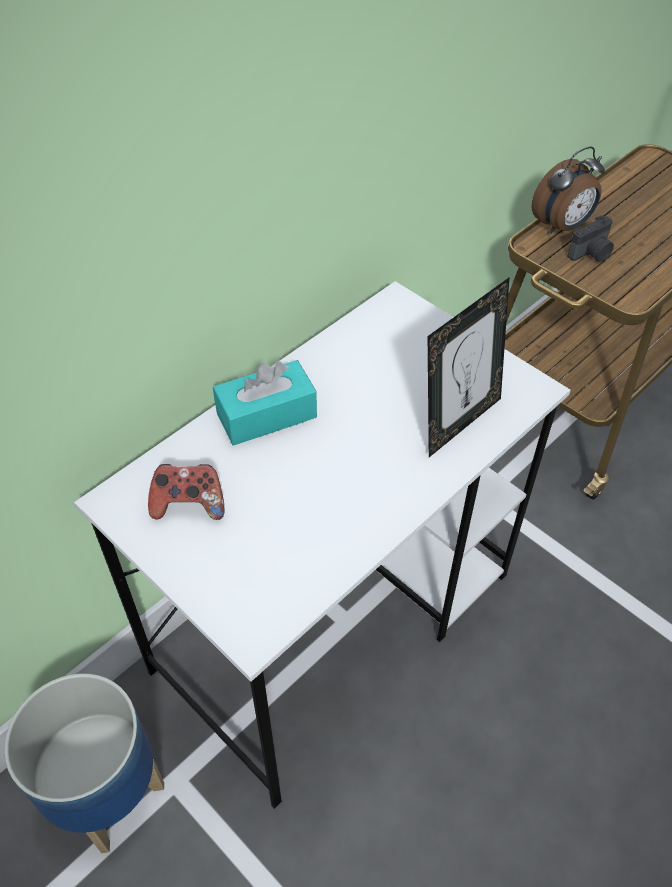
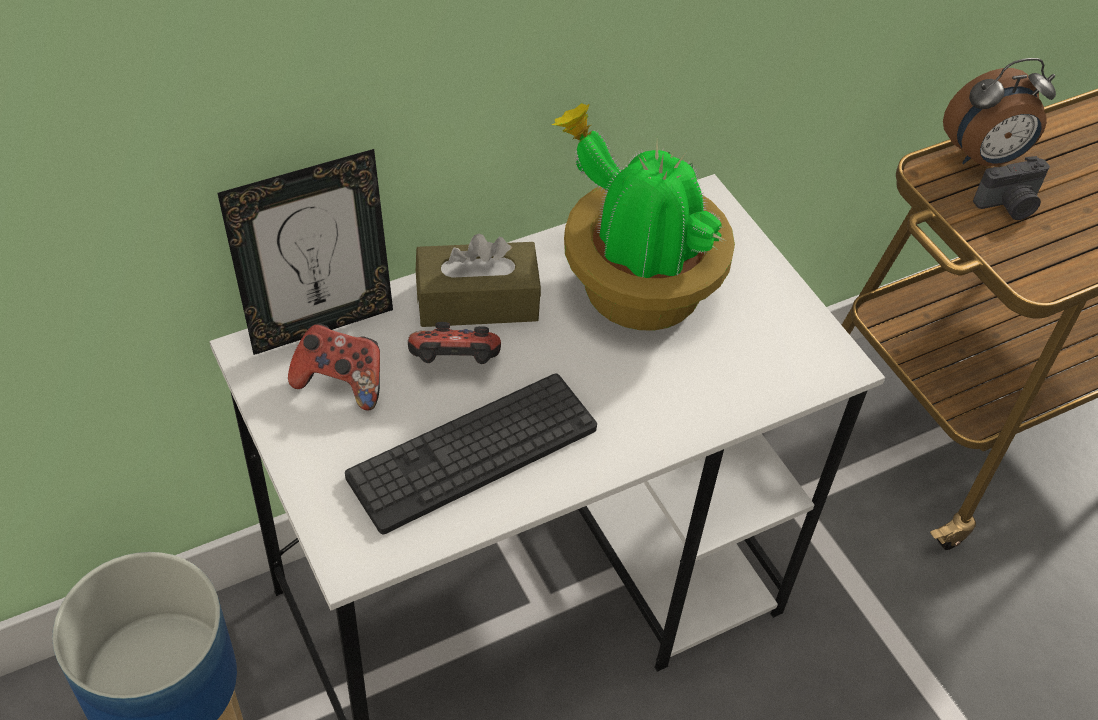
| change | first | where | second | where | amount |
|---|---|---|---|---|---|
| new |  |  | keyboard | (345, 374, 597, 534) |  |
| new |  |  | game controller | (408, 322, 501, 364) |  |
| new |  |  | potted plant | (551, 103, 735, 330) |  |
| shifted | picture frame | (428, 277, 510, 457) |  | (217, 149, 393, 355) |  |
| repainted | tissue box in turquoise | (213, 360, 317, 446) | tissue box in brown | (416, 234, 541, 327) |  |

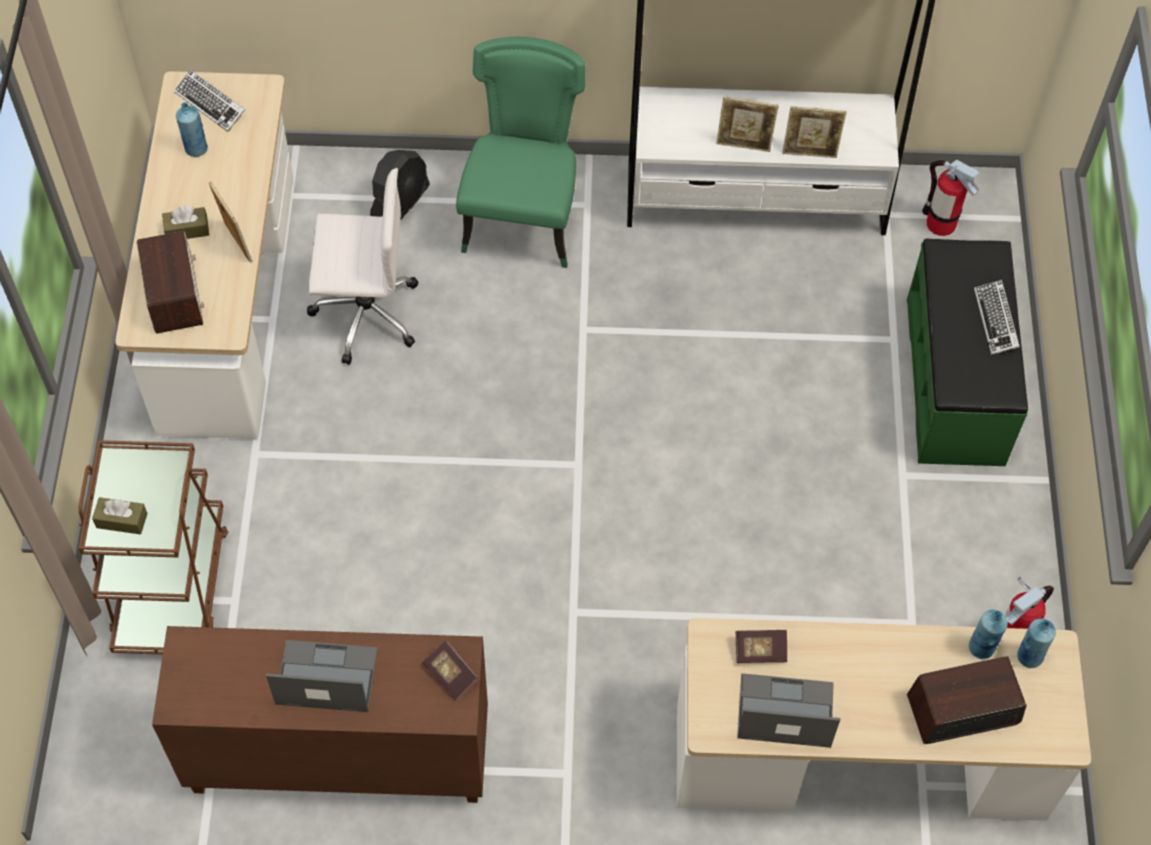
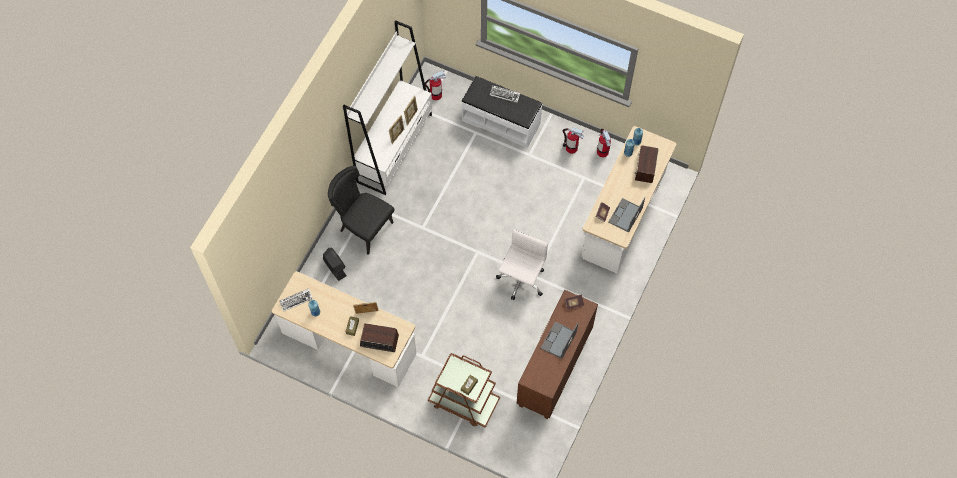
| change | first | where | second | where | amount |
|---|---|---|---|---|---|
| new |  |  | fire extinguisher | (563, 128, 584, 154) |  |
| shifted | office chair in white | (307, 168, 418, 365) |  | (496, 229, 548, 300) |  |
| repainted | chair in green | (456, 37, 585, 268) | chair in black | (328, 166, 395, 255) |  |
| repainted | bench in green | (907, 239, 1028, 466) | bench in white | (461, 76, 542, 148) |  |

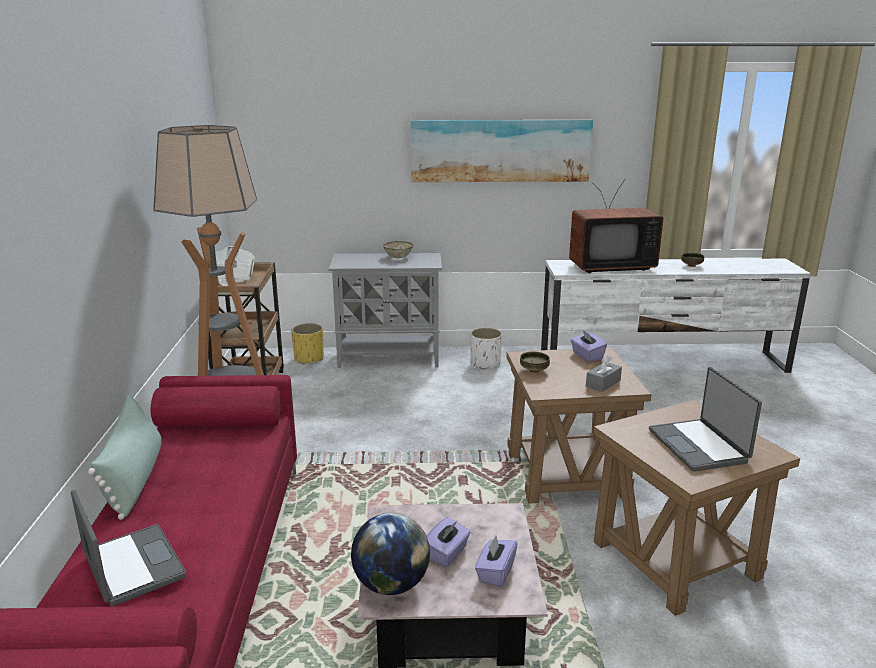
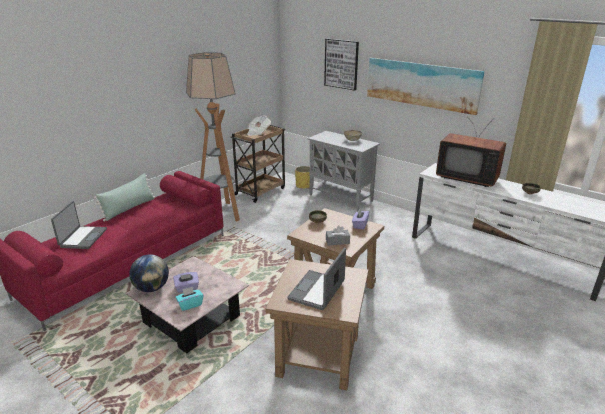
| change | first | where | second | where | amount |
|---|---|---|---|---|---|
| gone | planter in white | (470, 328, 502, 370) |  |  |  |
| new |  |  | picture | (324, 38, 359, 90) |  |
| repainted | tissue box in purple | (475, 535, 518, 587) | tissue box in turquoise | (175, 287, 204, 311) |  |

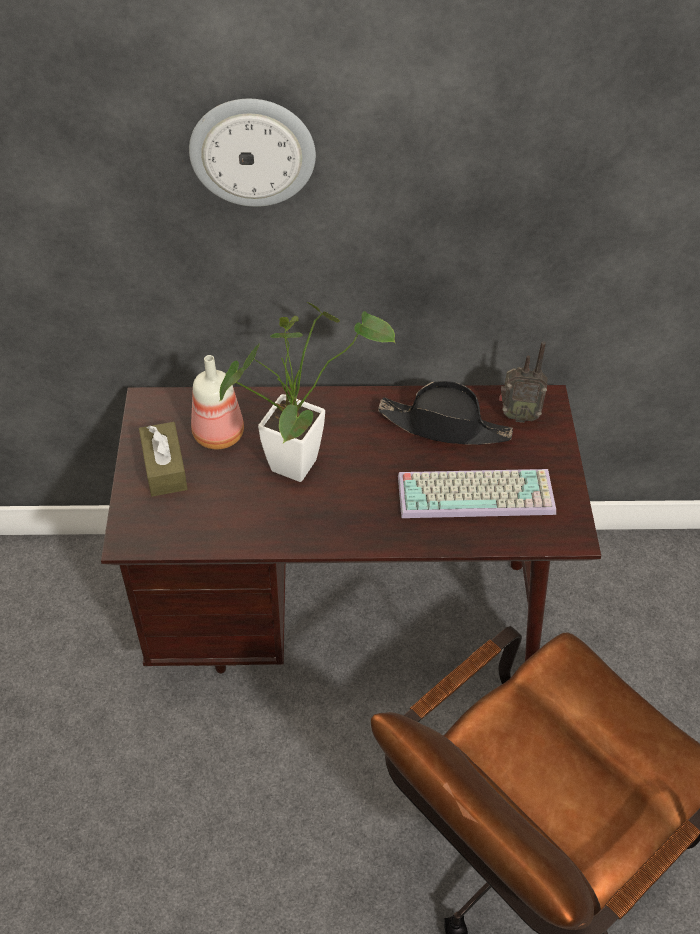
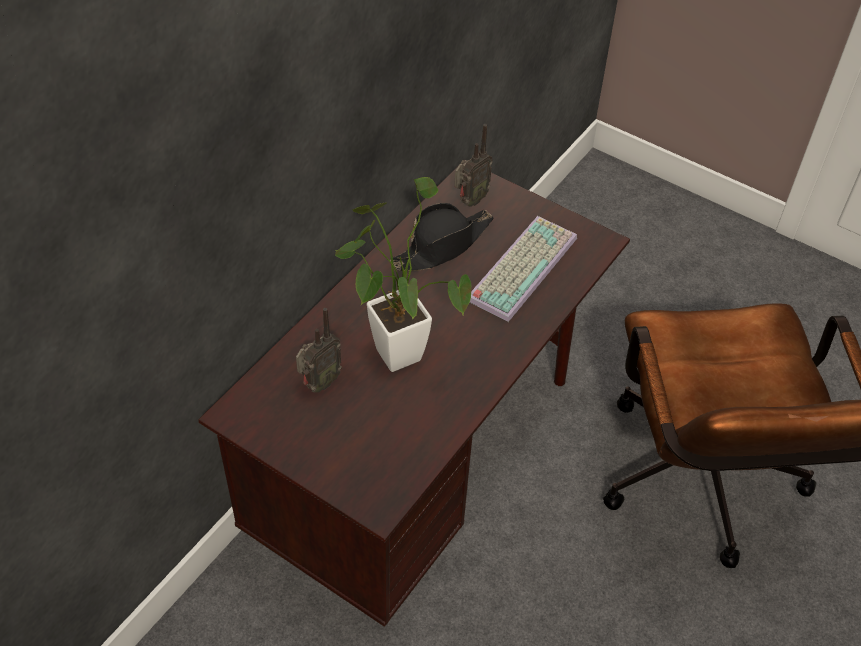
| change | first | where | second | where | amount |
|---|---|---|---|---|---|
| gone | tissue box in brown | (139, 422, 188, 496) |  |  |  |
| gone | wall clock | (189, 99, 316, 207) |  |  |  |
| swapped | bottle | (191, 355, 244, 449) | radio | (296, 308, 342, 393) |  |

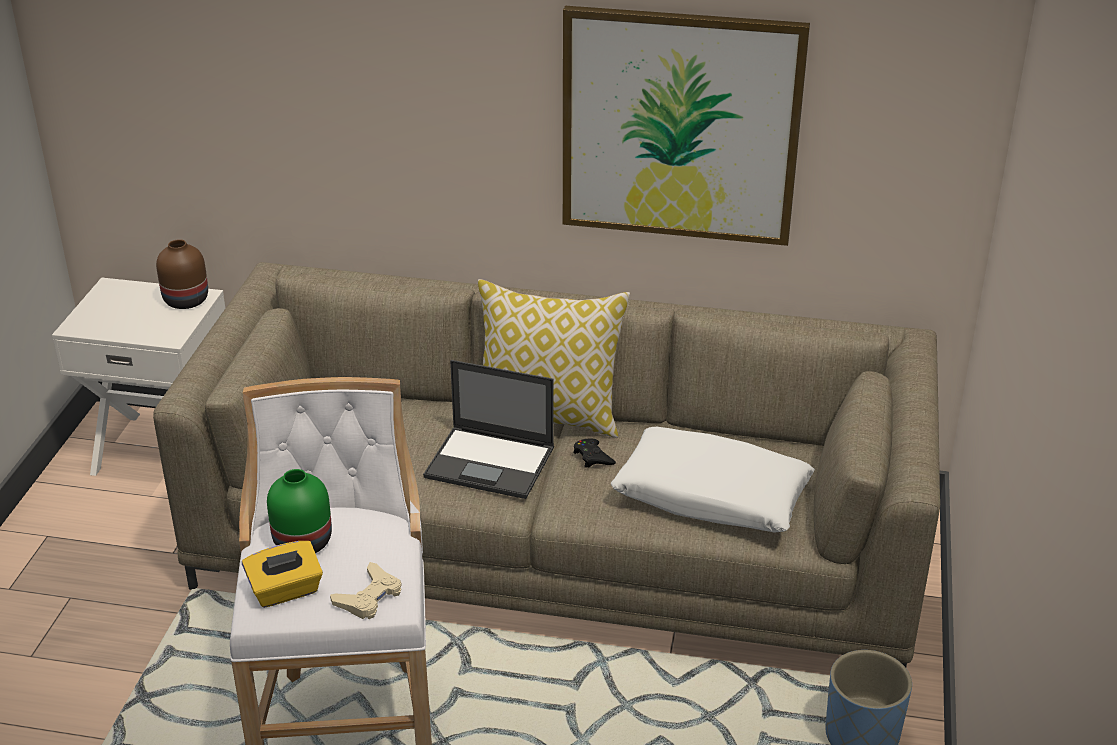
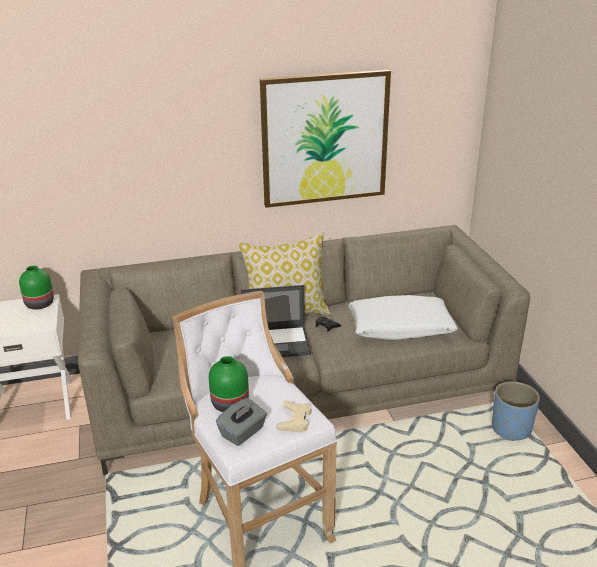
| change | first | where | second | where | amount |
|---|---|---|---|---|---|
| repainted | vase in brown | (156, 239, 208, 309) | vase in green | (19, 266, 54, 310) |  |
| repainted | tissue box in yellow | (242, 541, 323, 608) | tissue box in grey | (216, 398, 267, 446) |  |

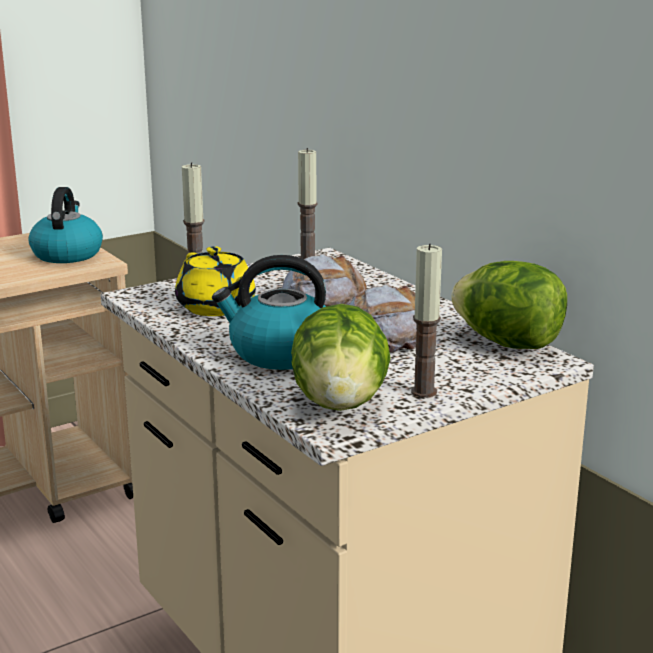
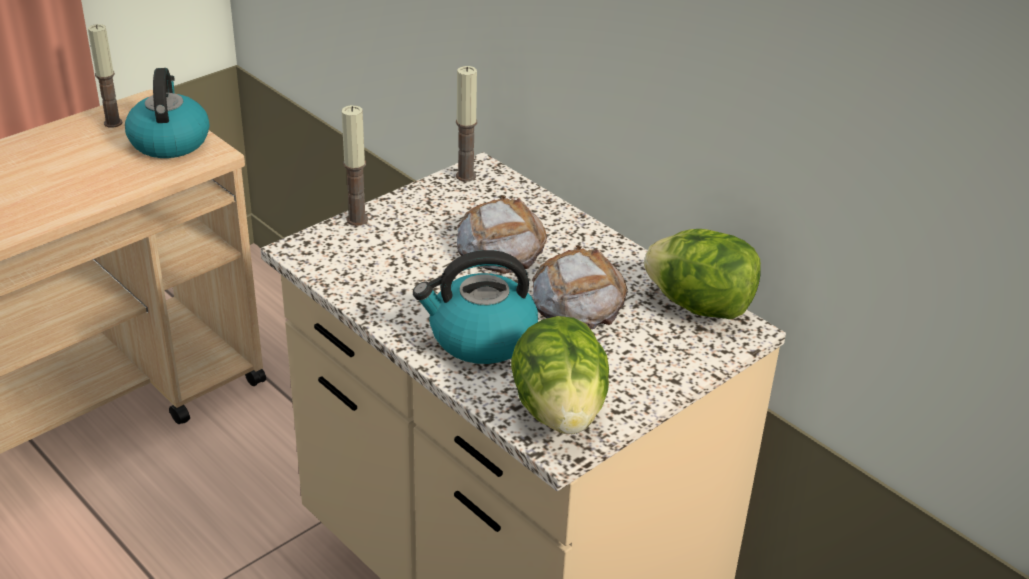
| change | first | where | second | where | amount |
|---|---|---|---|---|---|
| gone | teapot in yellow | (175, 246, 256, 316) |  |  |  |
| shifted | candle | (411, 243, 442, 398) |  | (88, 24, 123, 128) |  |

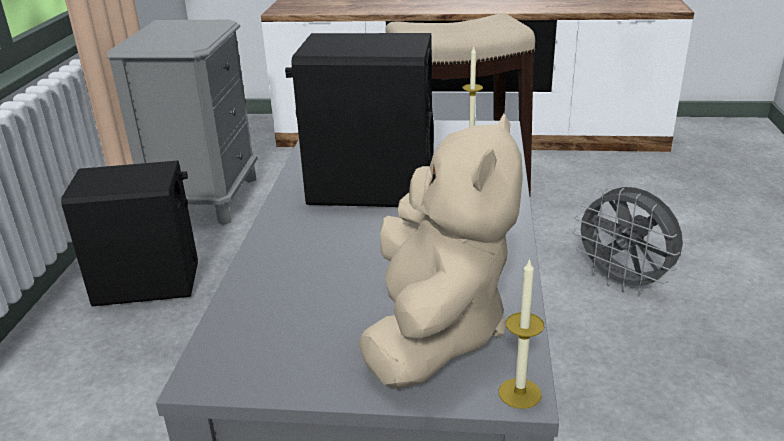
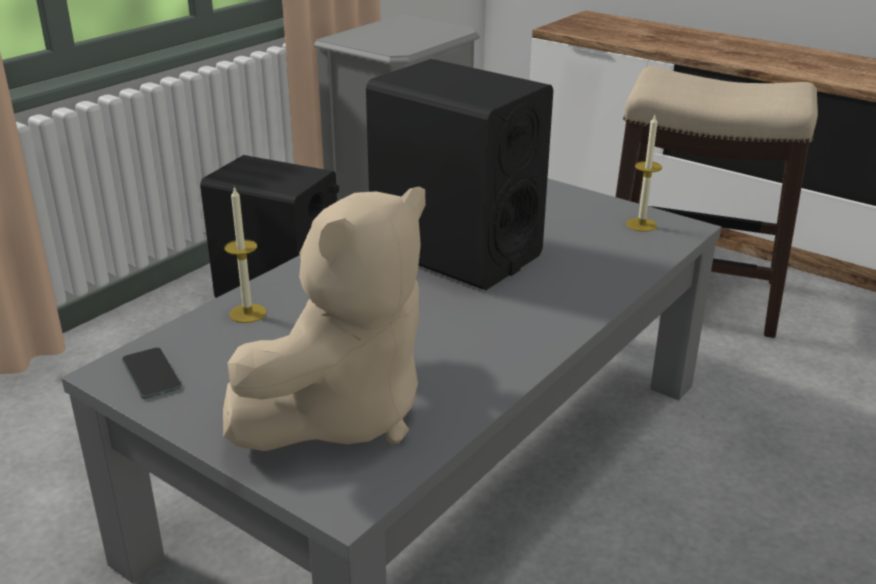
| change | first | where | second | where | amount |
|---|---|---|---|---|---|
| gone | fan in grey | (573, 187, 683, 294) |  |  |  |
| new |  |  | phone | (122, 348, 182, 399) |  |
| shifted | candle | (499, 258, 544, 409) |  | (225, 186, 266, 323) |  |

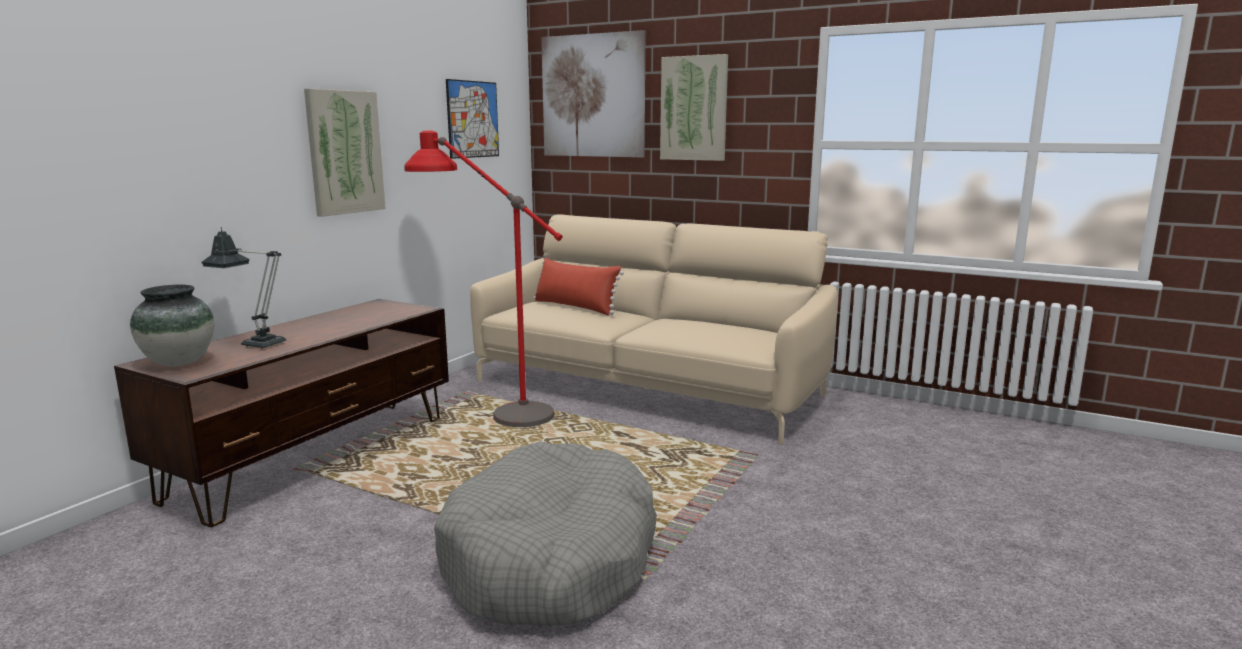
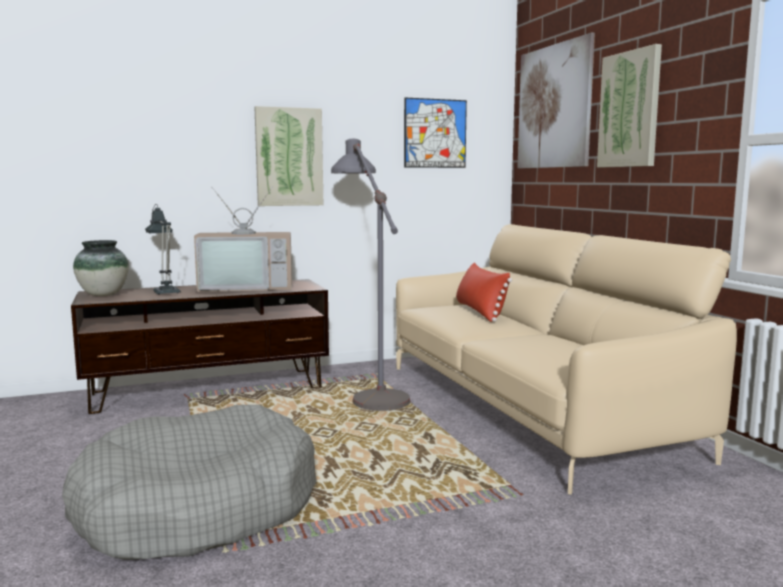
| change | first | where | second | where | amount |
|---|---|---|---|---|---|
| new |  |  | television | (194, 187, 292, 292) |  |
| repainted | floor lamp in red | (404, 131, 563, 427) | floor lamp in grey | (331, 139, 410, 411) |  |

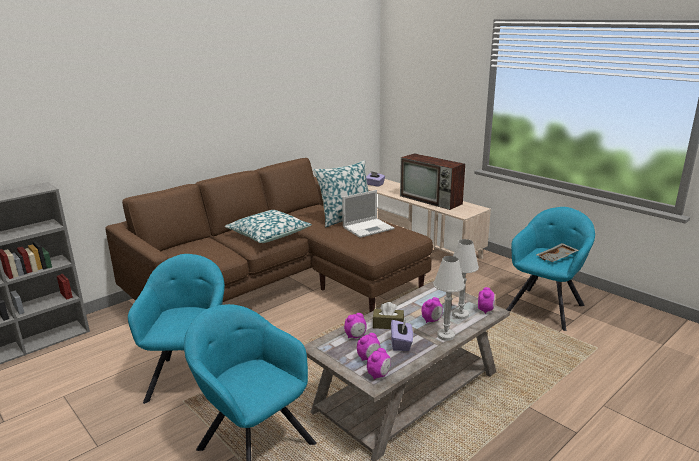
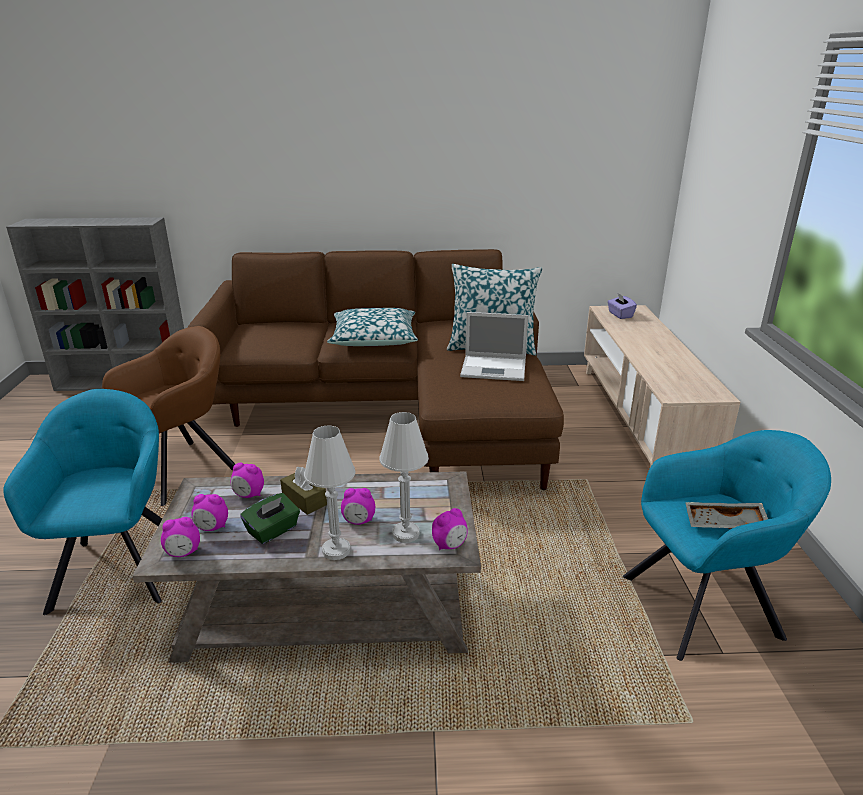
| change | first | where | second | where | amount |
|---|---|---|---|---|---|
| gone | television | (400, 153, 465, 210) |  |  |  |
| repainted | armchair in turquoise | (128, 254, 225, 404) | armchair in brown | (102, 326, 235, 506) |  |
| repainted | tissue box in purple | (391, 319, 413, 351) | tissue box in green | (240, 493, 300, 544) |  |

